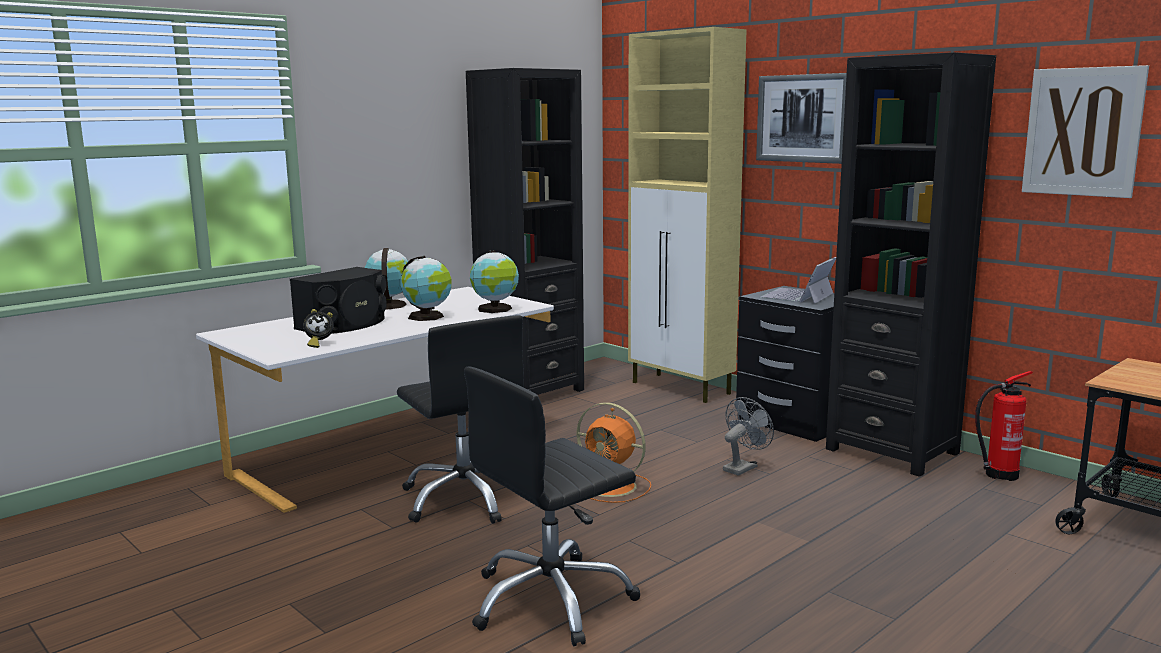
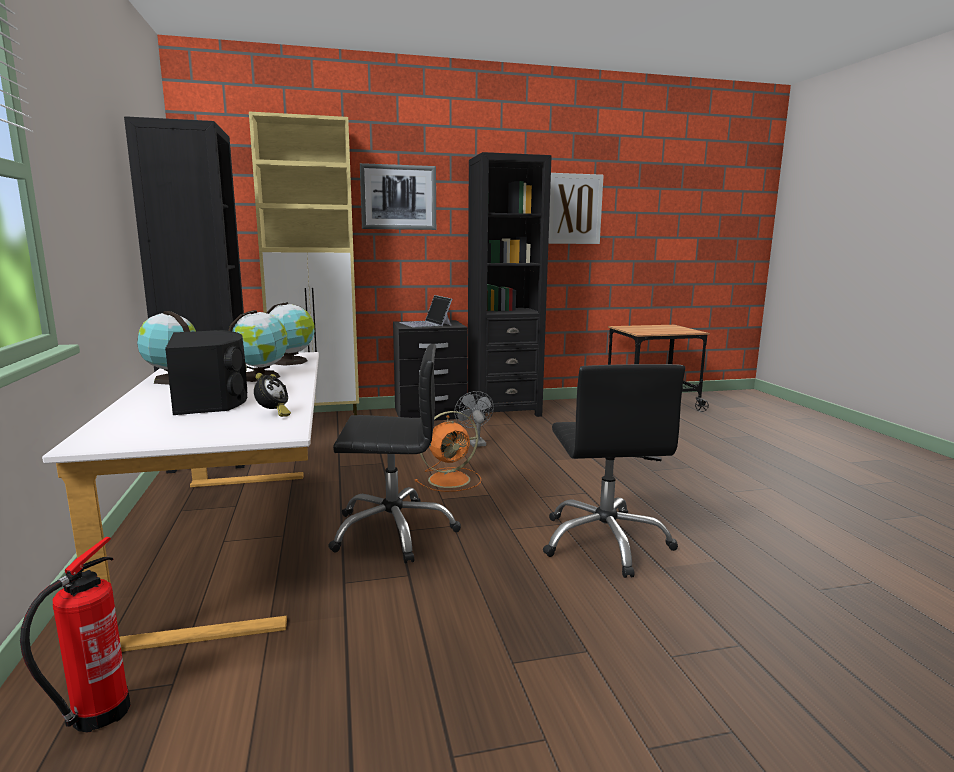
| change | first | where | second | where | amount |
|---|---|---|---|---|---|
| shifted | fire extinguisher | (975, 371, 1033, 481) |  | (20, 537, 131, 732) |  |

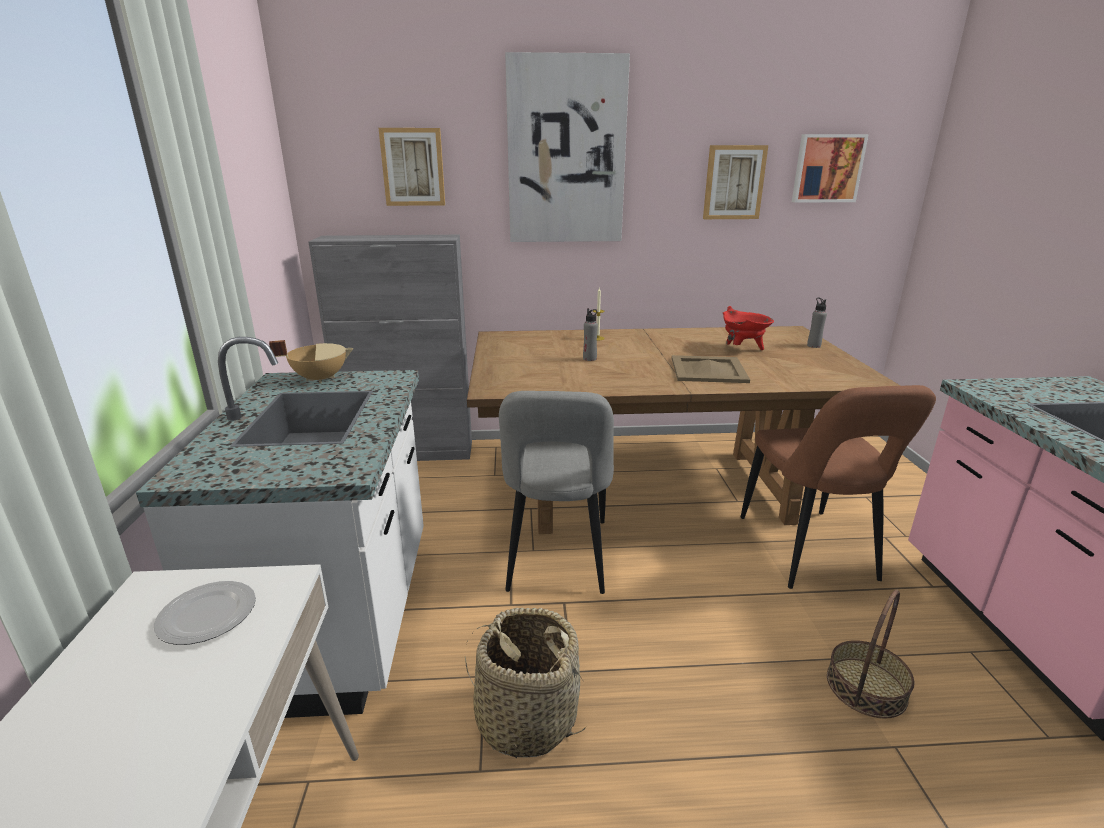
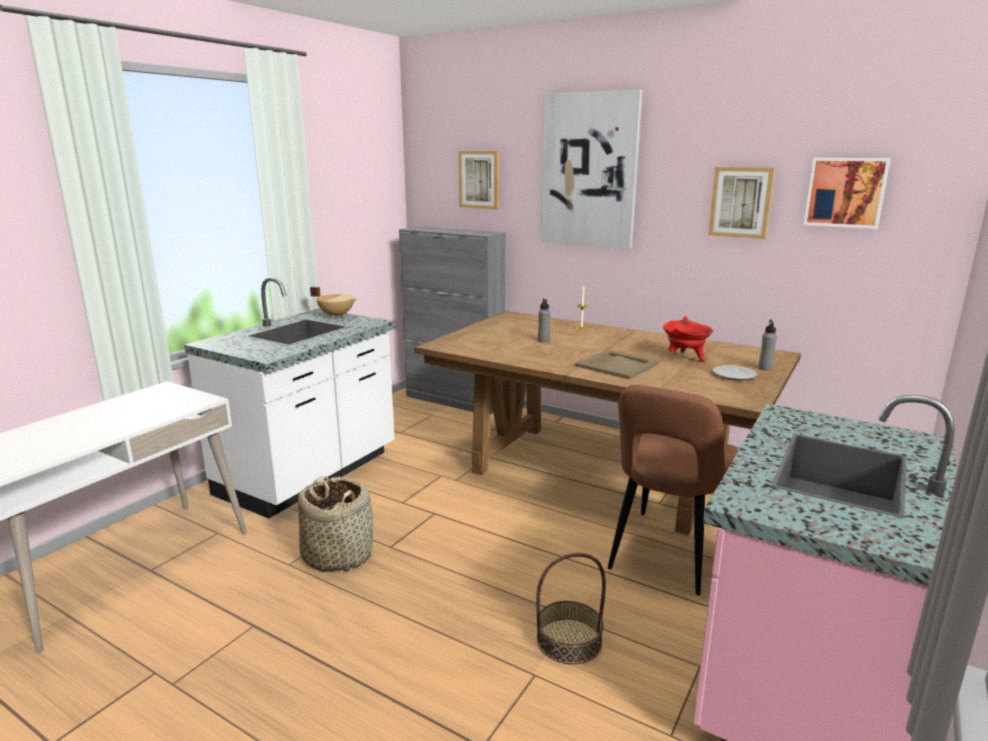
| change | first | where | second | where | amount |
|---|---|---|---|---|---|
| gone | chair in grey | (499, 391, 614, 594) |  |  |  |
| shifted | plate | (154, 581, 256, 645) |  | (713, 365, 757, 380) |  |

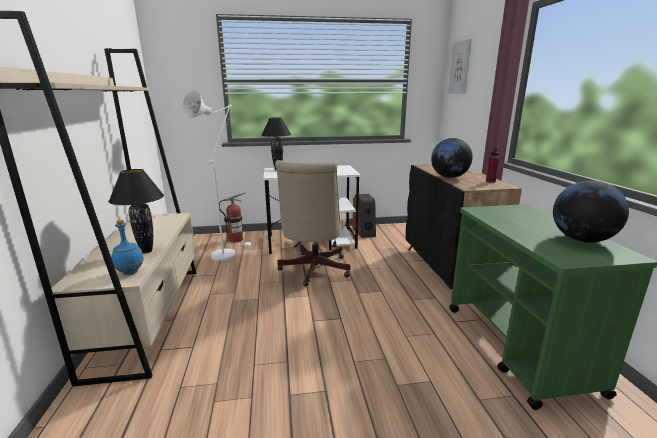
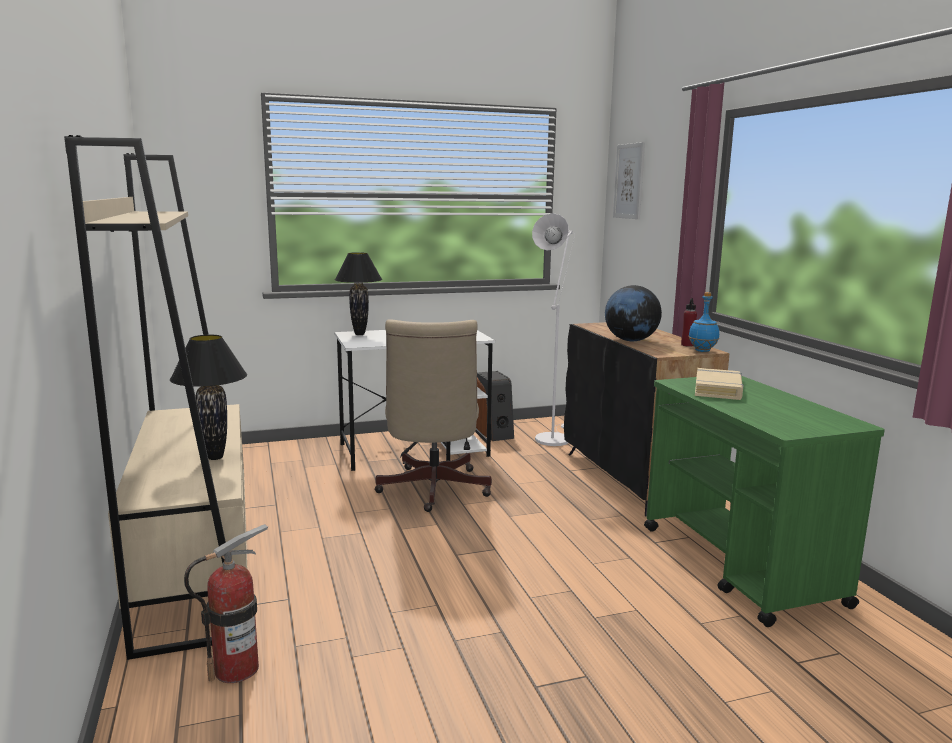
| change | first | where | second | where | amount |
|---|---|---|---|---|---|
| gone | globe | (553, 180, 629, 242) |  |  |  |
| new |  |  | book in beige | (695, 368, 744, 400) |  |
| shifted | bottle in blue | (111, 220, 144, 275) |  | (688, 292, 719, 352) |  |
| shifted | floor lamp in white | (182, 90, 251, 261) |  | (532, 213, 575, 446) |  |
| shifted | fire extinguisher | (219, 192, 246, 243) |  | (184, 524, 268, 683) |  |

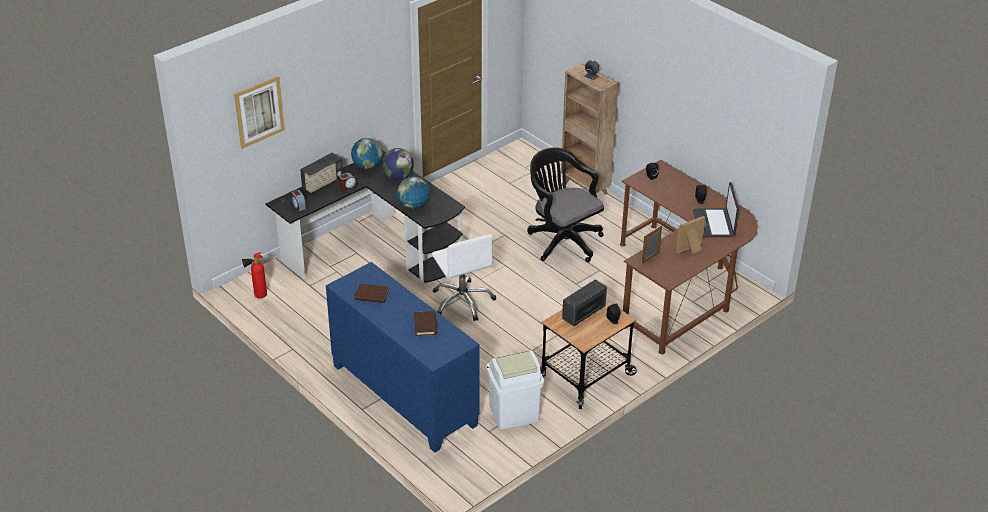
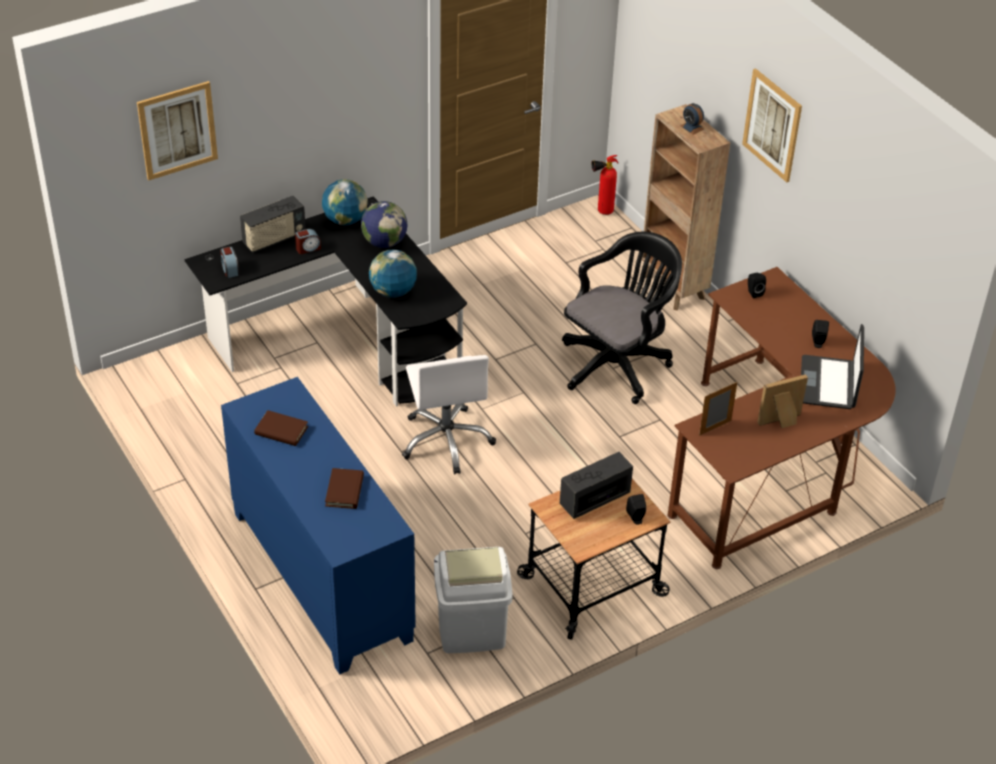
| change | first | where | second | where | amount |
|---|---|---|---|---|---|
| new |  |  | picture | (742, 68, 802, 182) |  |
| shifted | fire extinguisher | (242, 252, 267, 298) |  | (592, 155, 618, 215) |  |
| rotated | office chair in black | (527, 147, 604, 263) |  | (562, 231, 682, 404) | 75 degrees clockwise |

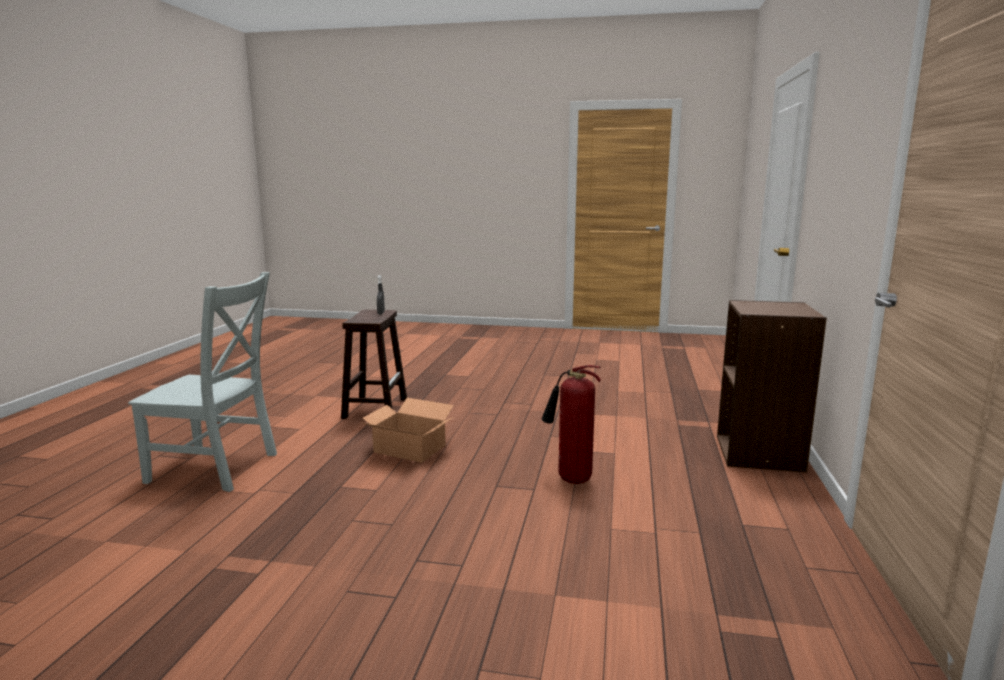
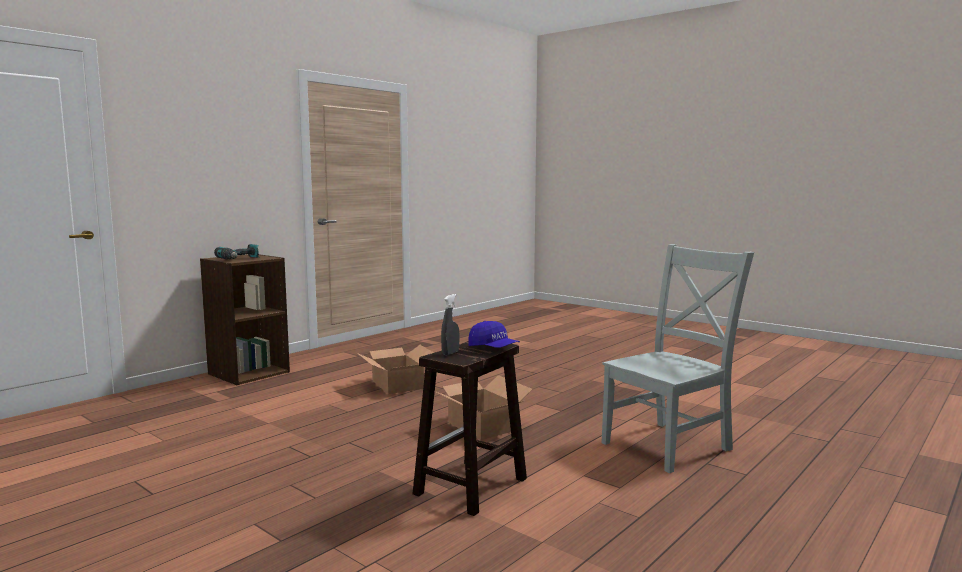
| change | first | where | second | where | amount |
|---|---|---|---|---|---|
| new |  |  | power drill | (214, 244, 259, 260) |  |
| new |  |  | cap in blue | (468, 321, 520, 348) |  |
| swapped | fire extinguisher | (542, 365, 601, 484) | cardboard box | (357, 345, 434, 394) |  |
| rotated | chair in grey | (128, 272, 277, 492) |  | (601, 244, 754, 473) | 105 degrees clockwise |

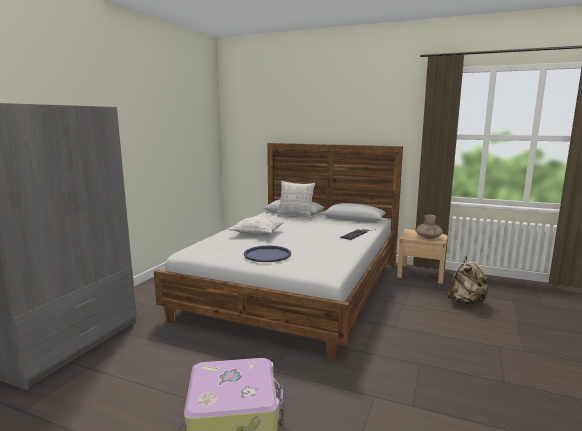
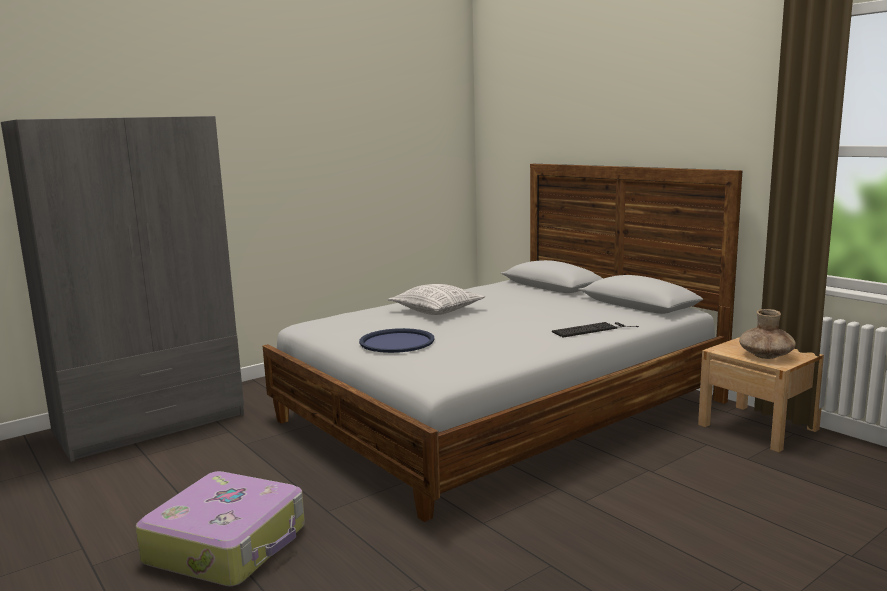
| change | first | where | second | where | amount |
|---|---|---|---|---|---|
| gone | pillow | (277, 180, 315, 219) |  |  |  |
| gone | backpack in beige | (447, 256, 489, 305) |  |  |  |

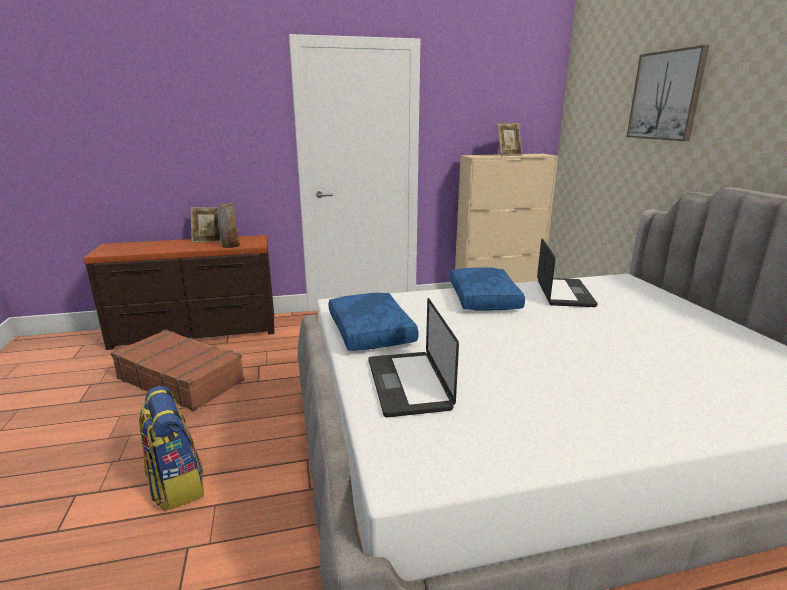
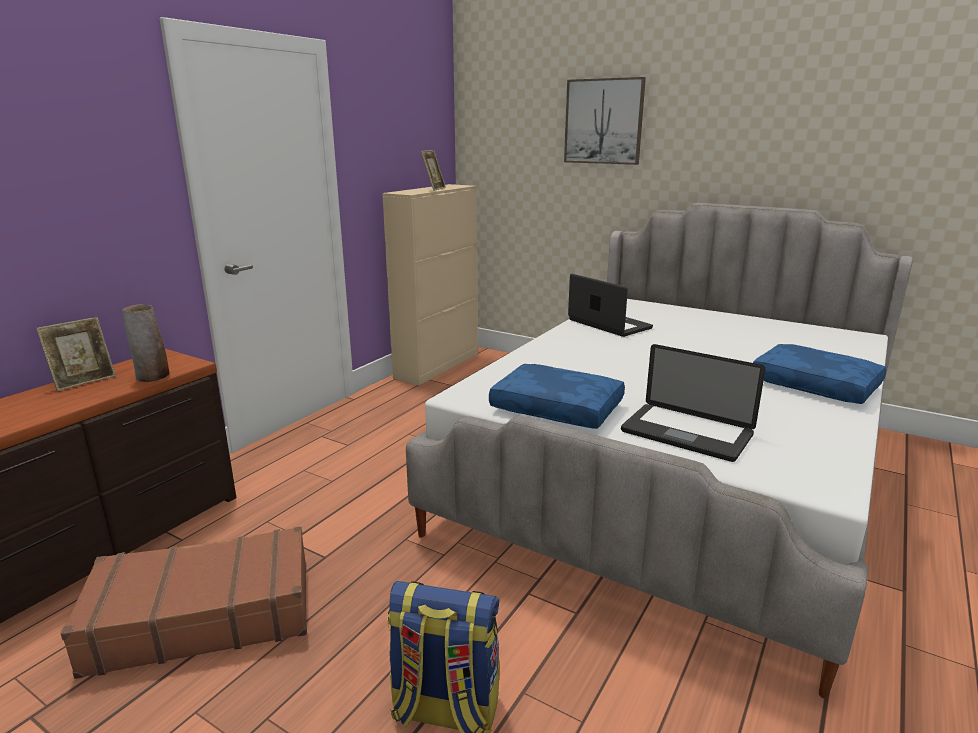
| change | first | where | second | where | amount |
|---|---|---|---|---|---|
| shifted | pillow in blue | (450, 267, 525, 311) |  | (753, 344, 886, 404) |  |

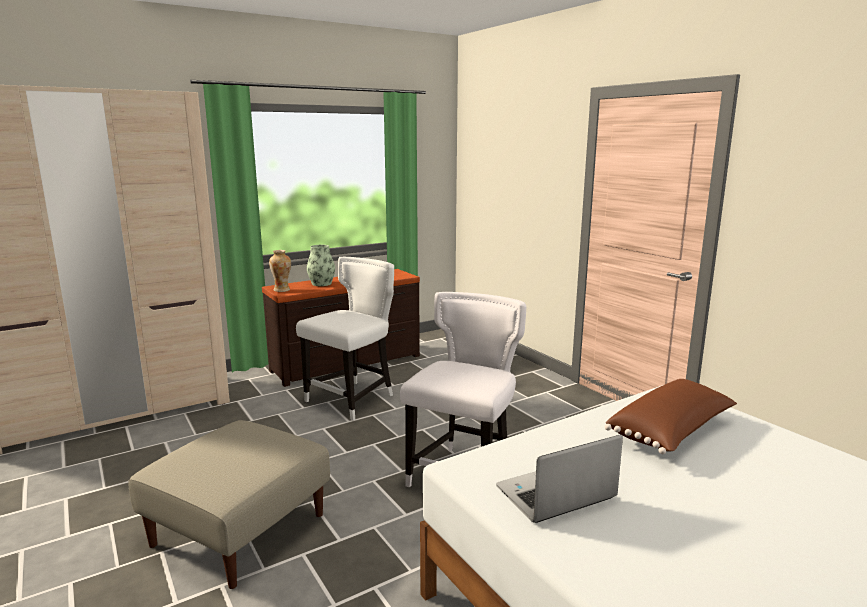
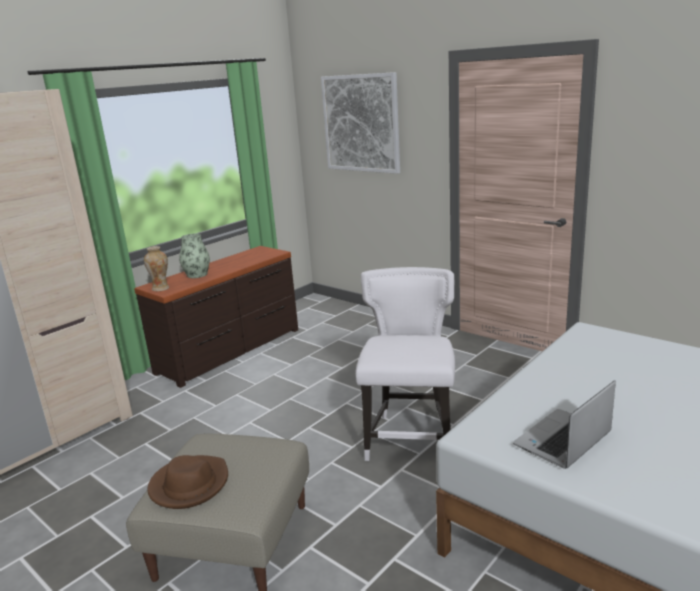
| change | first | where | second | where | amount |
|---|---|---|---|---|---|
| gone | chair in white | (296, 257, 394, 421) |  |  |  |
| gone | pillow in brown | (605, 379, 737, 454) |  |  |  |
| new |  |  | hat in brown | (147, 455, 228, 509) |  |
| new |  |  | picture | (321, 72, 400, 174) |  |

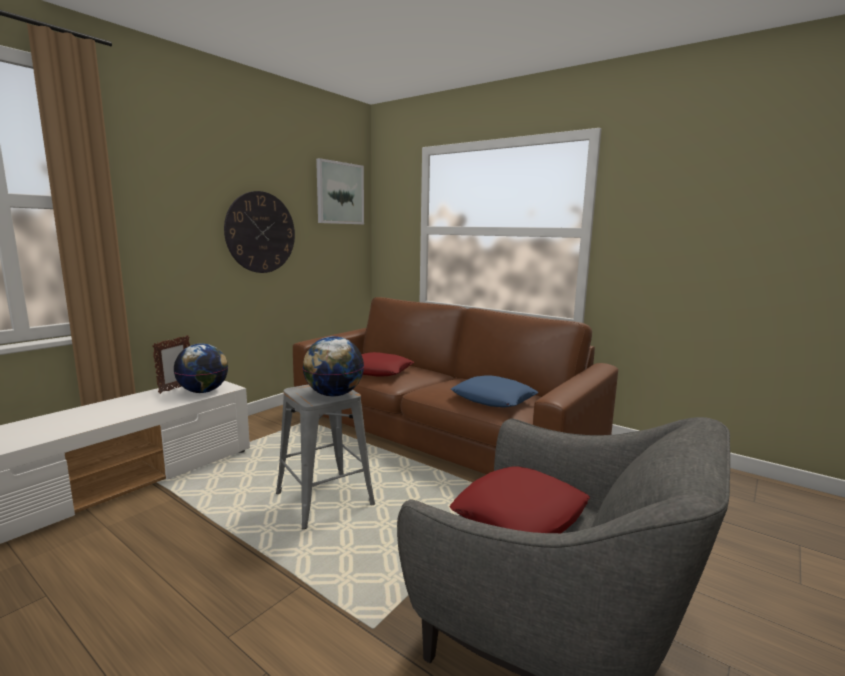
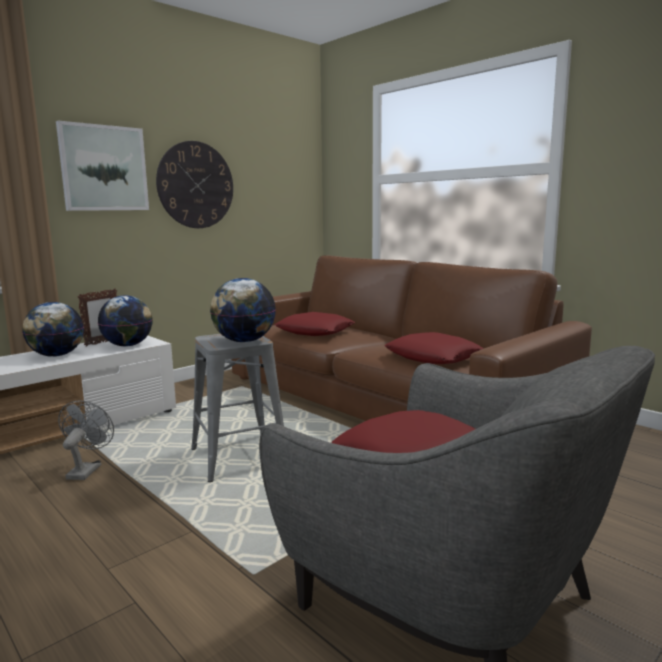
| change | first | where | second | where | amount |
|---|---|---|---|---|---|
| new |  |  | globe | (22, 302, 84, 357) |  |
| new |  |  | fan in grey | (58, 400, 114, 480) |  |
| shifted | picture | (316, 158, 364, 224) |  | (56, 121, 149, 211) |  |
| repainted | pillow in blue | (451, 375, 538, 408) | pillow in red | (384, 332, 484, 364) |  |

